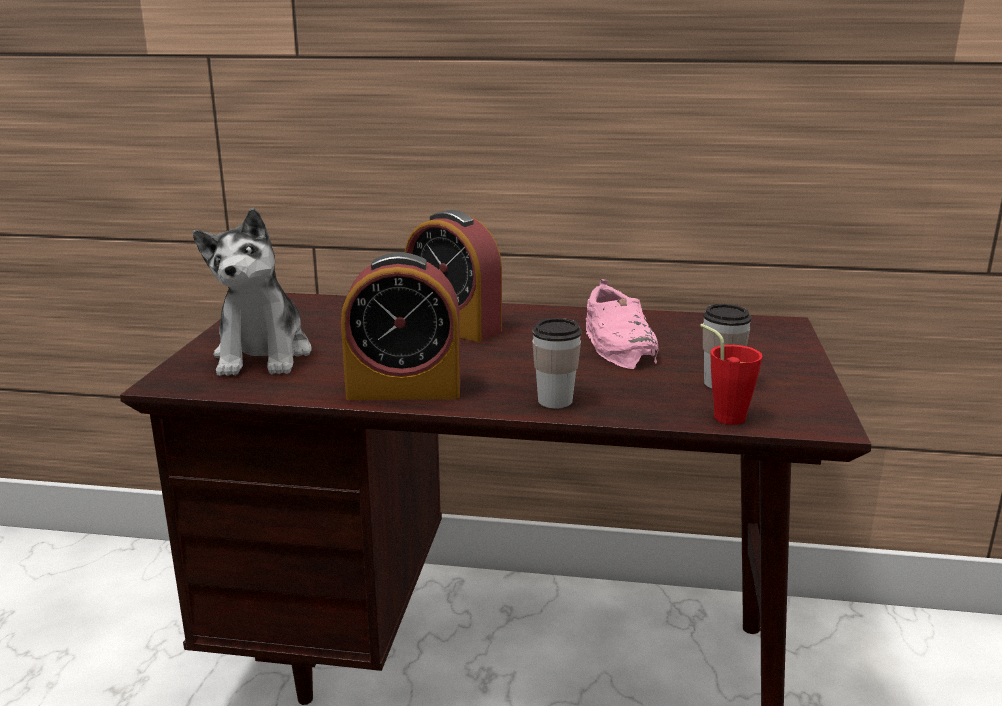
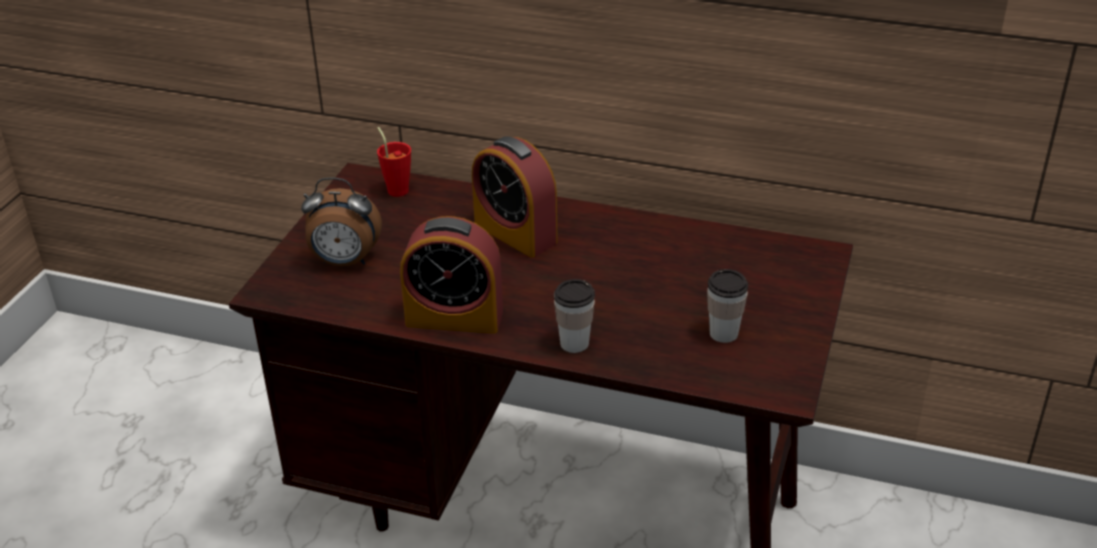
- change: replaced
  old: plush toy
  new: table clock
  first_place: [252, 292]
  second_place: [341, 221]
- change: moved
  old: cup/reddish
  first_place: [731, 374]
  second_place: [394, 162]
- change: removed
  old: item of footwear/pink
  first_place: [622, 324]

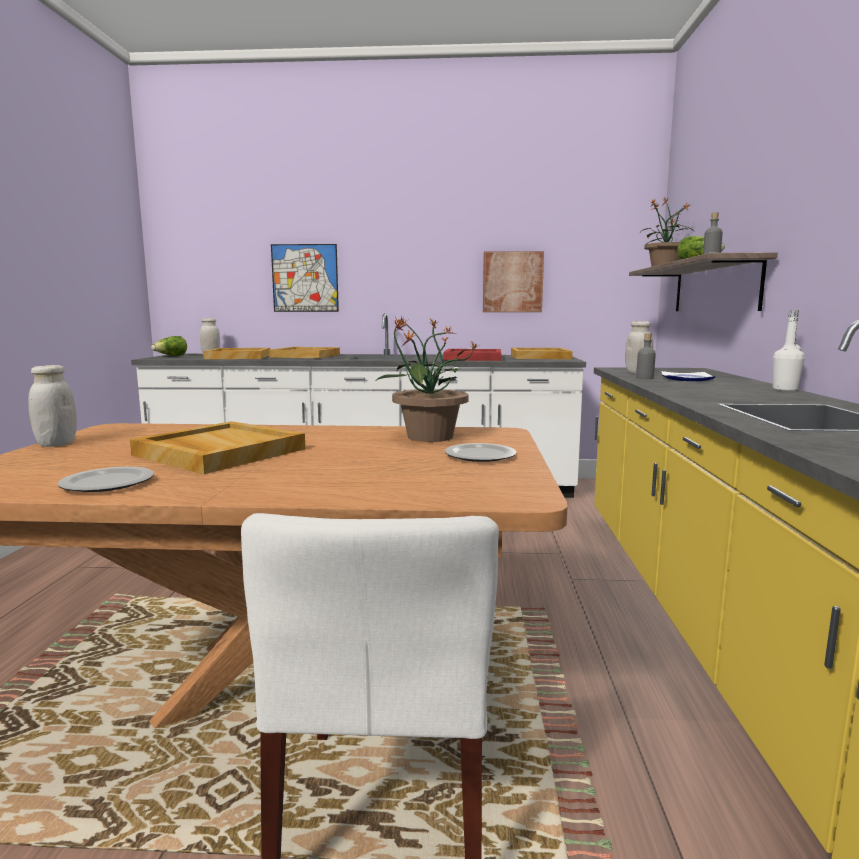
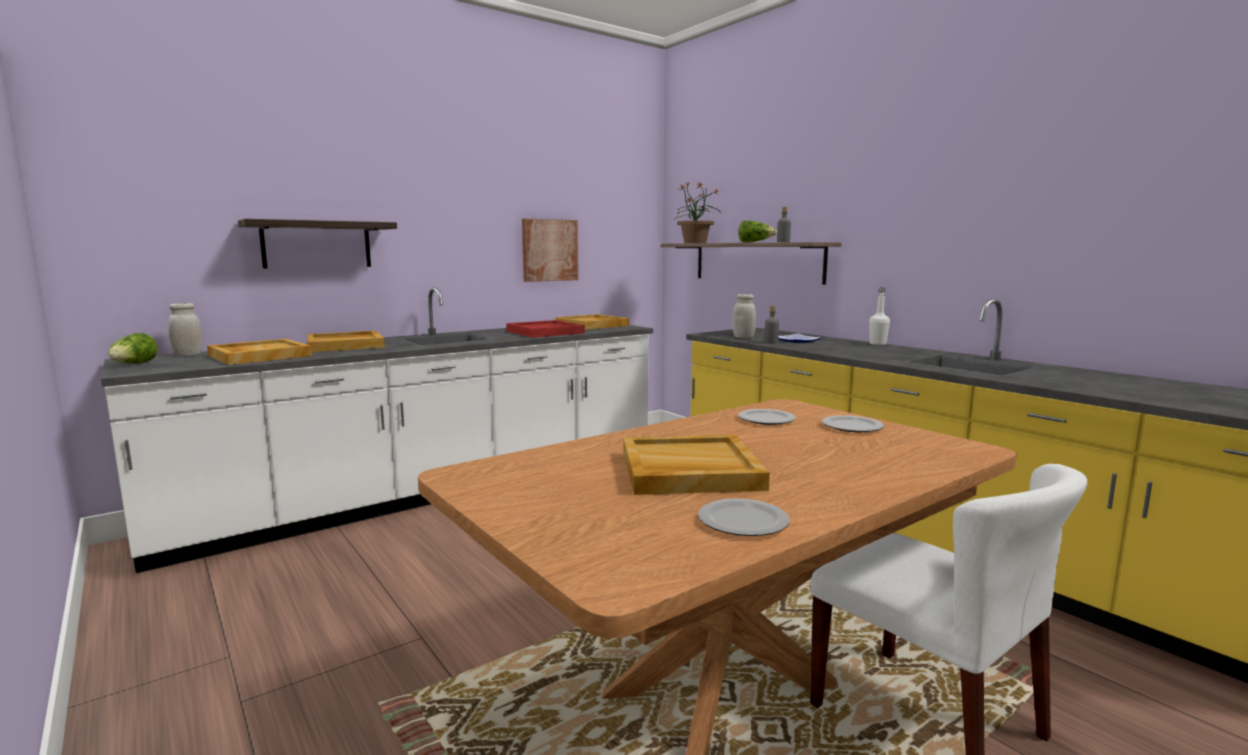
- change: replaced
  old: wall picture
  new: shelf
  first_place: [305, 278]
  second_place: [317, 243]
- change: replaced
  old: plant in a pot
  new: plate
  first_place: [426, 379]
  second_place: [767, 417]
- change: removed
  old: jar/whitish
  first_place: [52, 406]

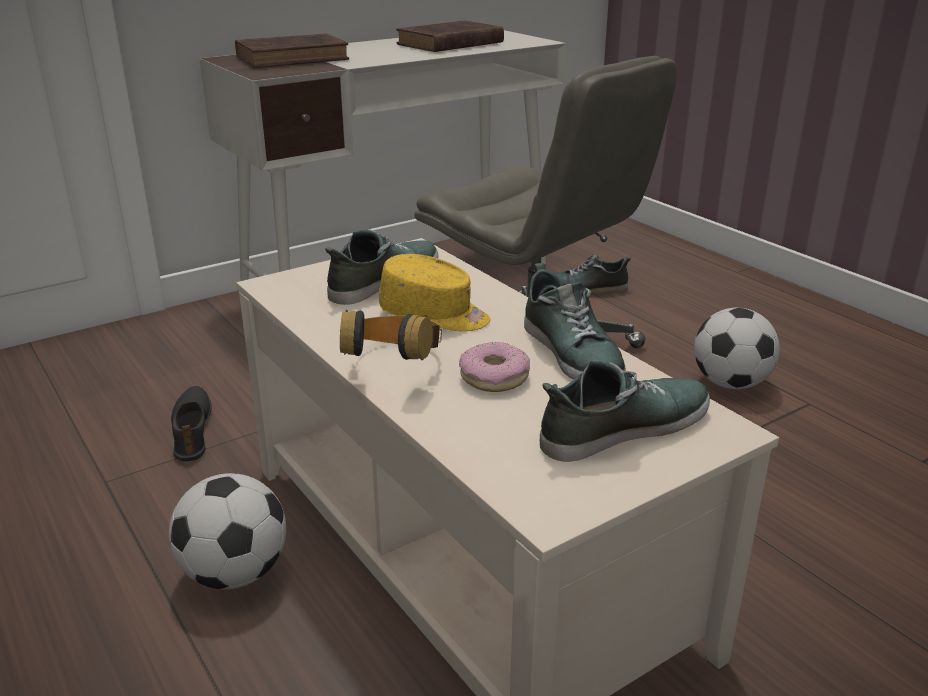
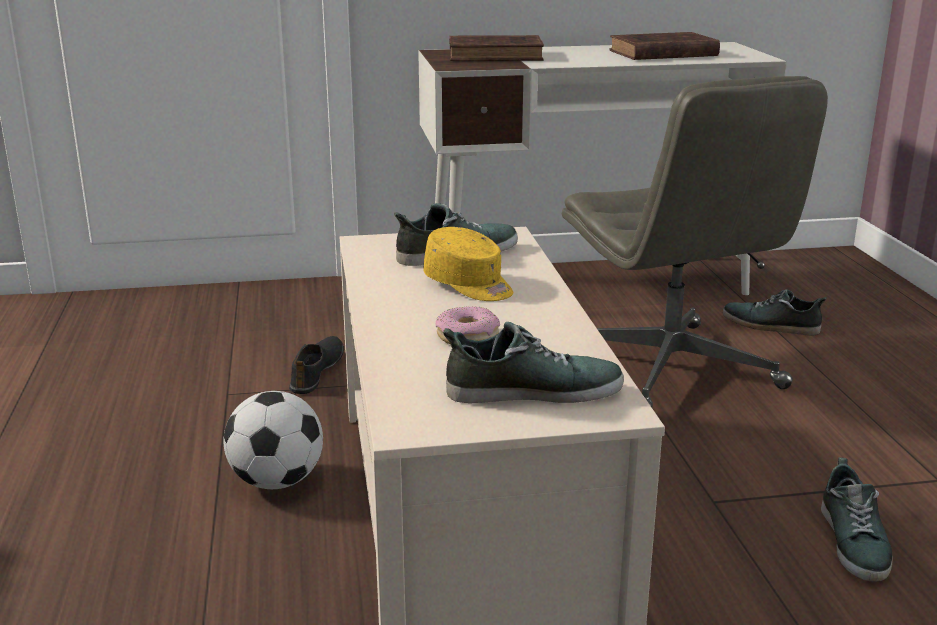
- change: moved
  old: item of footwear
  first_place: [575, 321]
  second_place: [857, 519]
- change: removed
  old: headphones
  first_place: [391, 335]
- change: removed
  old: ball for football
  first_place: [737, 348]

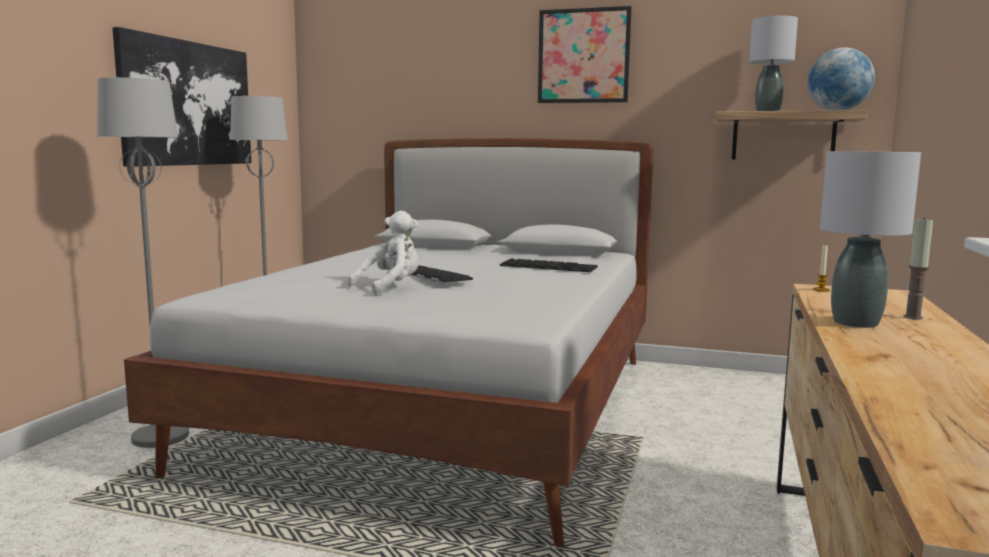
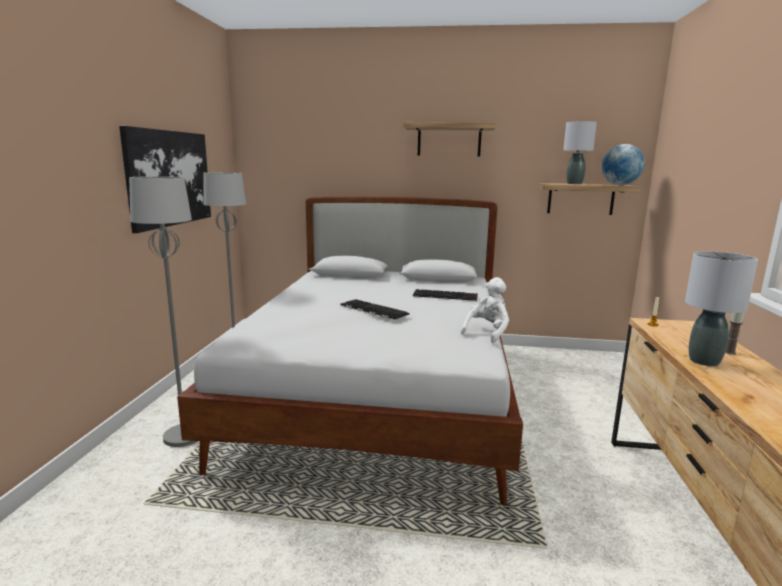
- change: replaced
  old: wall picture
  new: shelf
  first_place: [585, 54]
  second_place: [450, 139]
- change: moved
  old: plush toy/whitish
  first_place: [383, 253]
  second_place: [485, 310]

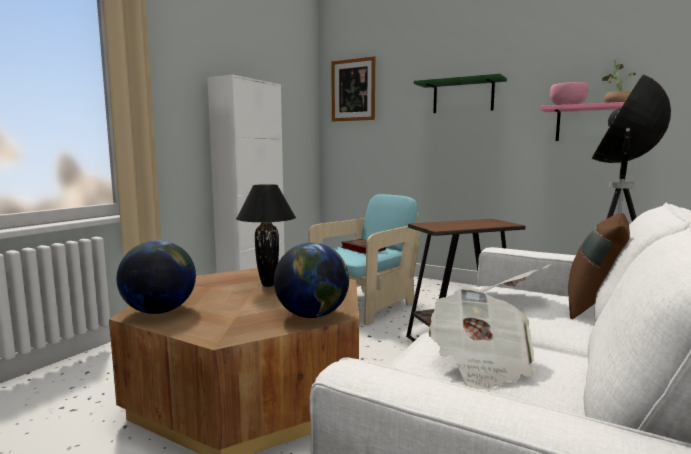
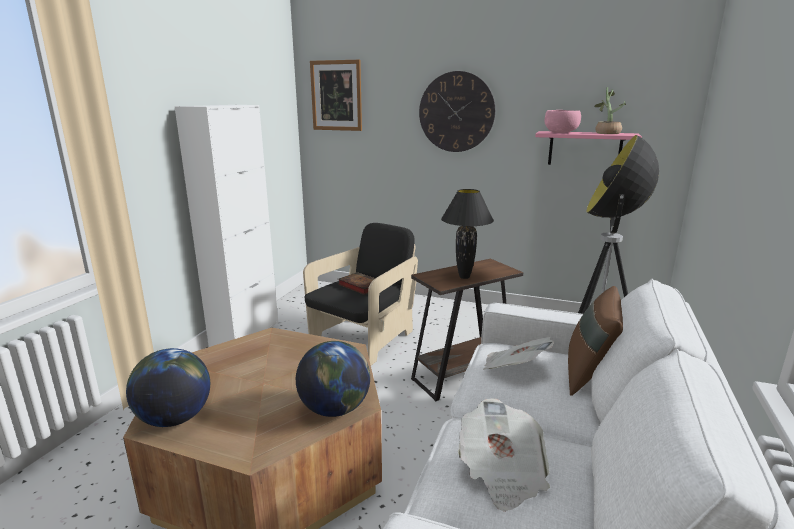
- change: recoloured
  old: easy chair/turquoise-coloured
  new: easy chair/black
  first_place: [364, 259]
  second_place: [360, 294]
- change: replaced
  old: shelf/green
  new: hanging clock
  first_place: [460, 93]
  second_place: [457, 111]
- change: moved
  old: table lamp/black
  first_place: [266, 235]
  second_place: [467, 234]

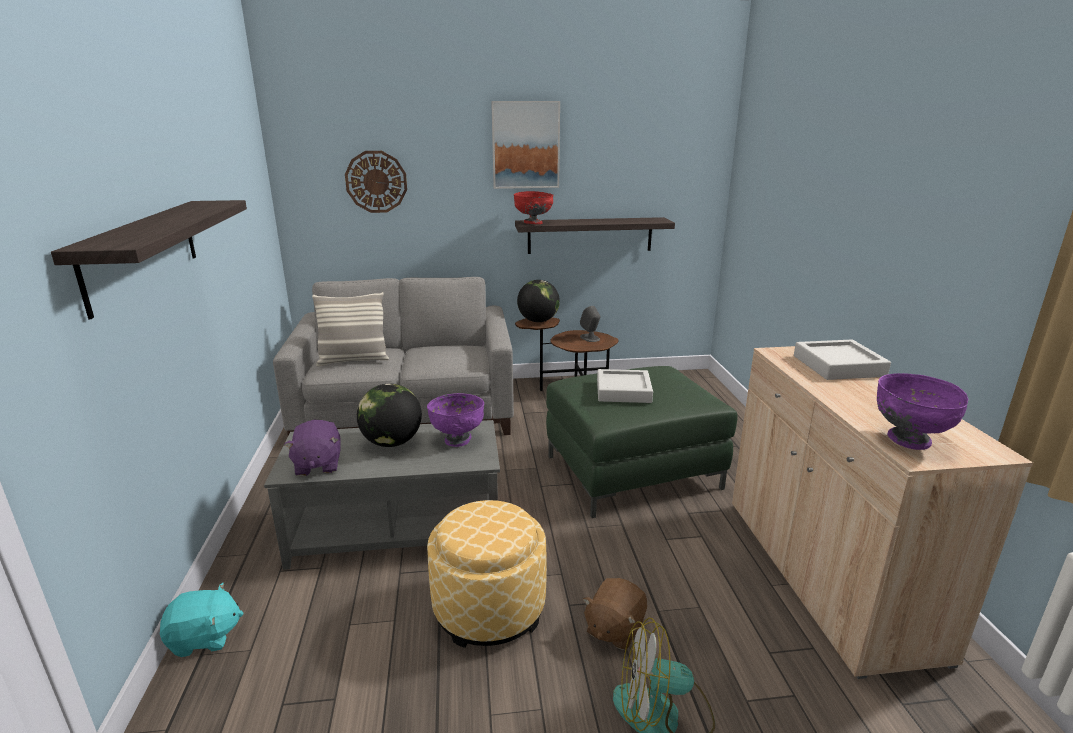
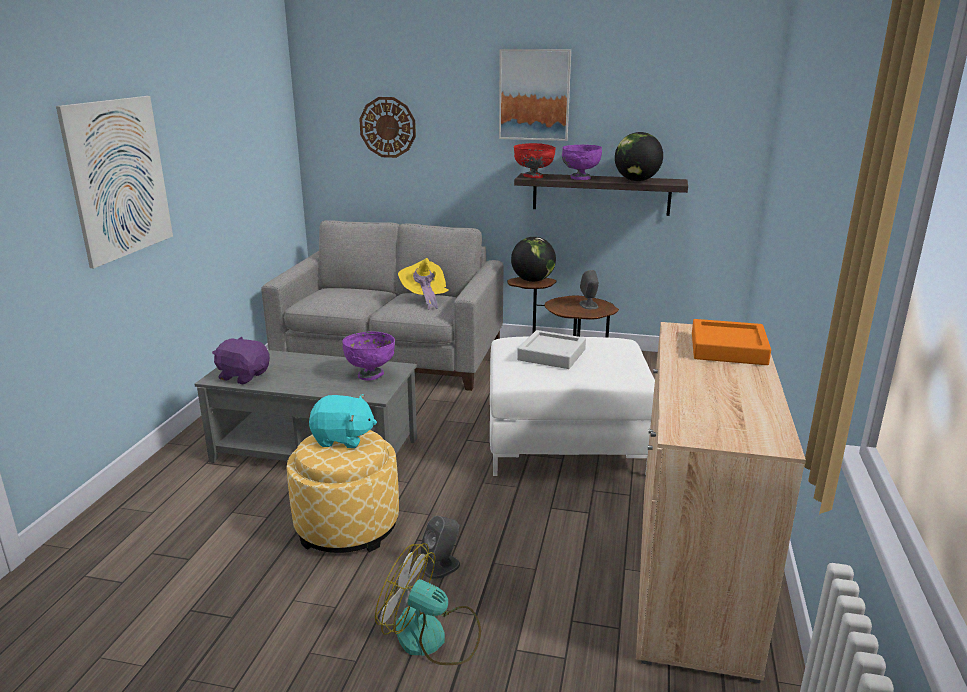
- change: replaced
  old: shelf
  new: wall picture
  first_place: [149, 259]
  second_place: [114, 182]
- change: turned
  old: plush toy/purple
  first_place: [312, 448]
  second_place: [241, 360]
  degrees: 105
- change: moved
  old: plush toy/turquoise-coloured
  first_place: [202, 620]
  second_place: [343, 421]
- change: added
  new: wearable hat/yellow
  second_place: [423, 284]
- change: replaced
  old: plush toy/brown
  new: audio speaker/grey
  first_place: [615, 614]
  second_place: [440, 547]
- change: recoloured
  old: pouffe/green
  new: pouffe/whitish
  first_place: [642, 442]
  second_place: [572, 406]
- change: moved
  old: deep dish/purple
  first_place: [922, 411]
  second_place: [582, 162]
- change: moved
  old: world globe
  first_place: [389, 415]
  second_place: [639, 156]
- change: recoloured
  old: serving tray/grey
  new: serving tray/orange-coloured
  first_place: [842, 359]
  second_place: [731, 342]
- change: removed
  old: pillow
  first_place: [350, 329]

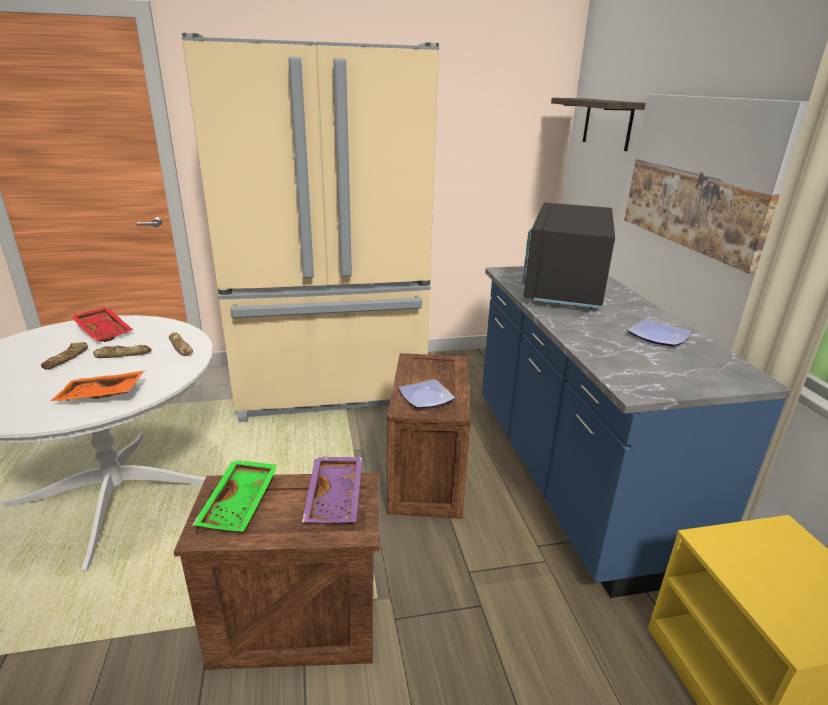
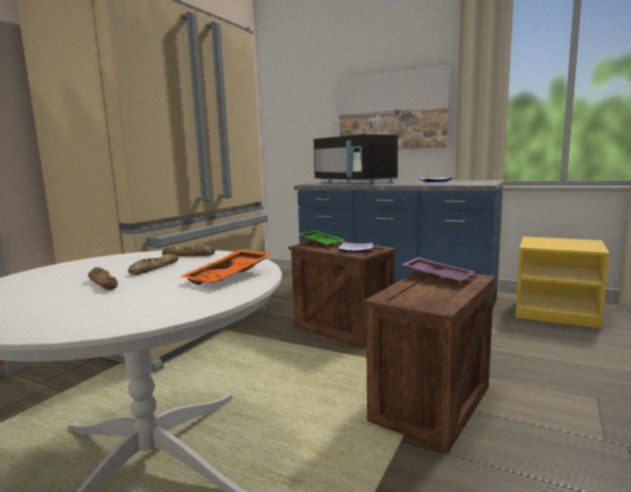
- change: moved
  old: serving tray/green
  first_place: [235, 496]
  second_place: [321, 238]
- change: removed
  old: serving tray/reddish
  first_place: [101, 324]
- change: removed
  old: shelf
  first_place: [598, 124]

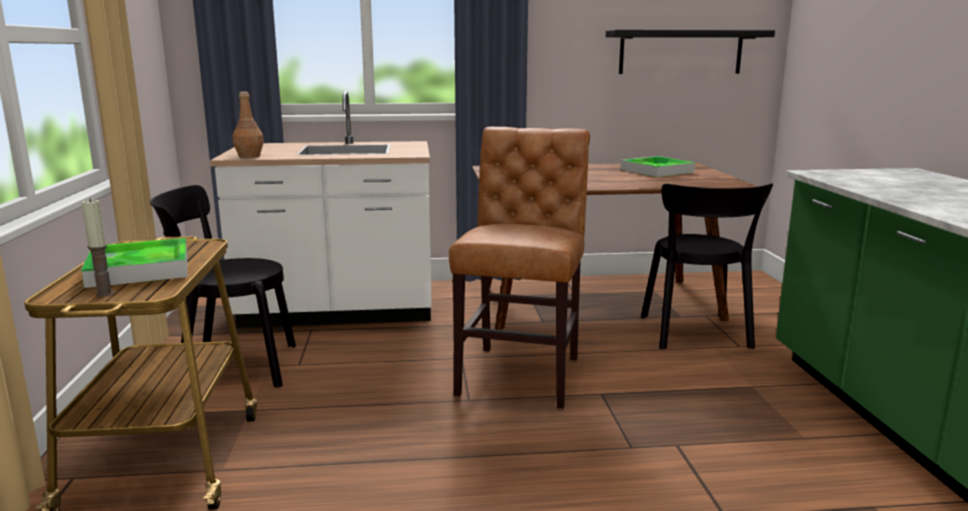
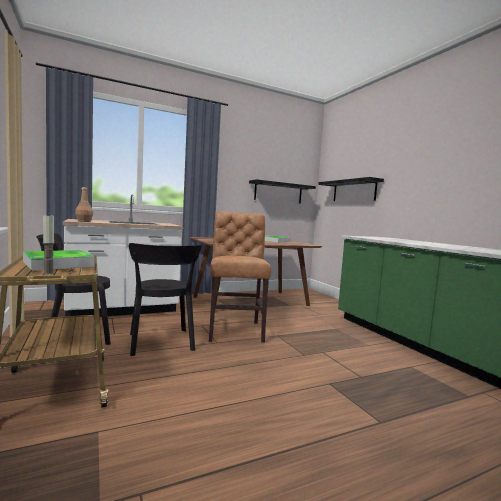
- change: moved
  old: plain chair/black
  first_place: [707, 266]
  second_place: [165, 299]
- change: added
  new: shelf/black
  second_place: [351, 189]

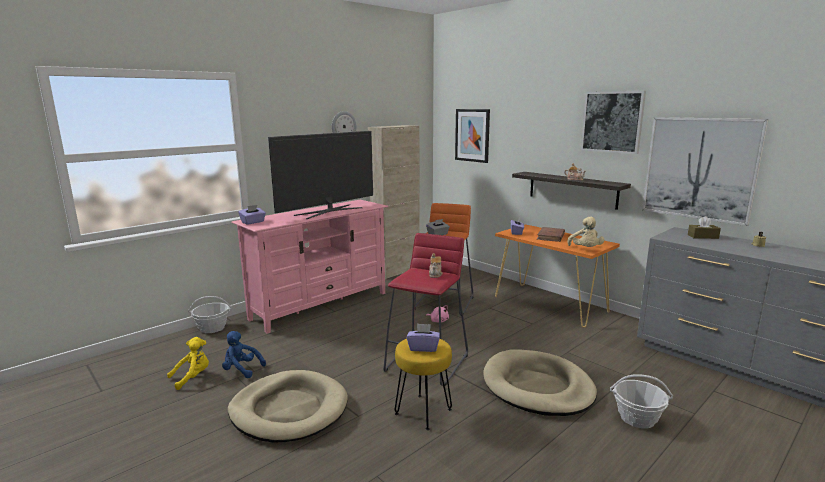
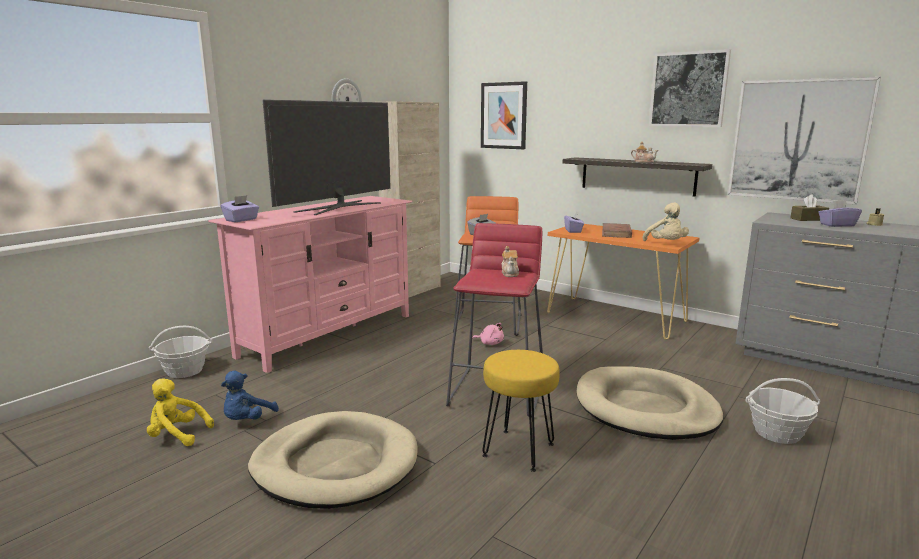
- change: turned
  old: plush toy/yellow
  first_place: [188, 363]
  second_place: [180, 412]
  degrees: -120
- change: turned
  old: plush toy/blue-coloured
  first_place: [244, 354]
  second_place: [250, 395]
  degrees: -75
- change: moved
  old: box of tissues/purple
  first_place: [423, 338]
  second_place: [840, 213]

